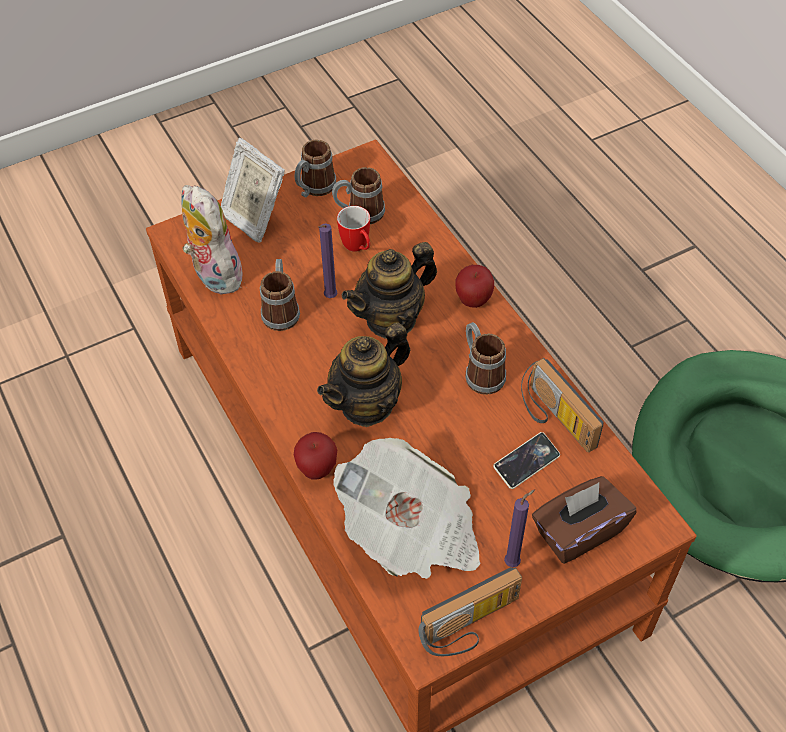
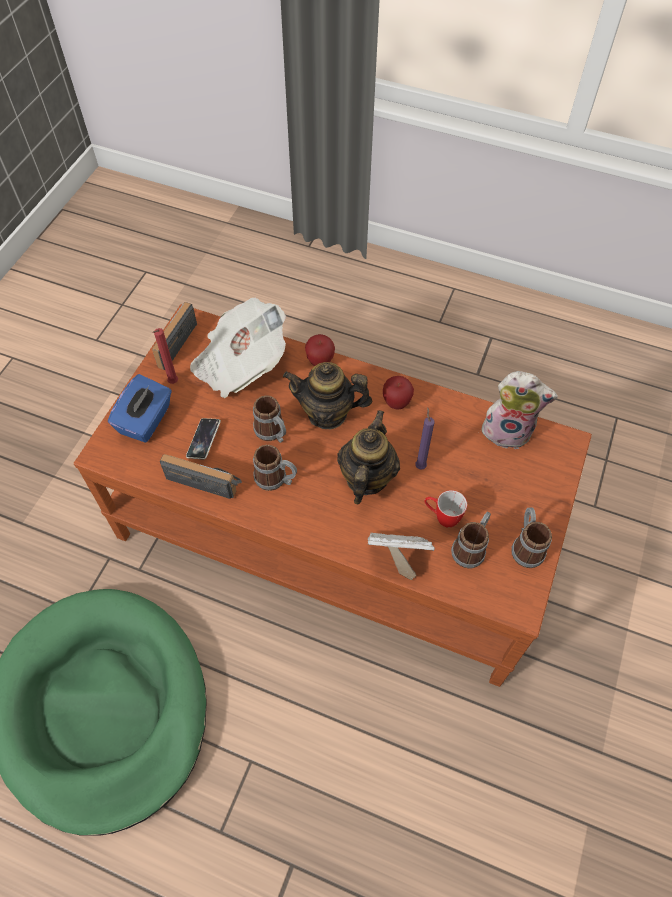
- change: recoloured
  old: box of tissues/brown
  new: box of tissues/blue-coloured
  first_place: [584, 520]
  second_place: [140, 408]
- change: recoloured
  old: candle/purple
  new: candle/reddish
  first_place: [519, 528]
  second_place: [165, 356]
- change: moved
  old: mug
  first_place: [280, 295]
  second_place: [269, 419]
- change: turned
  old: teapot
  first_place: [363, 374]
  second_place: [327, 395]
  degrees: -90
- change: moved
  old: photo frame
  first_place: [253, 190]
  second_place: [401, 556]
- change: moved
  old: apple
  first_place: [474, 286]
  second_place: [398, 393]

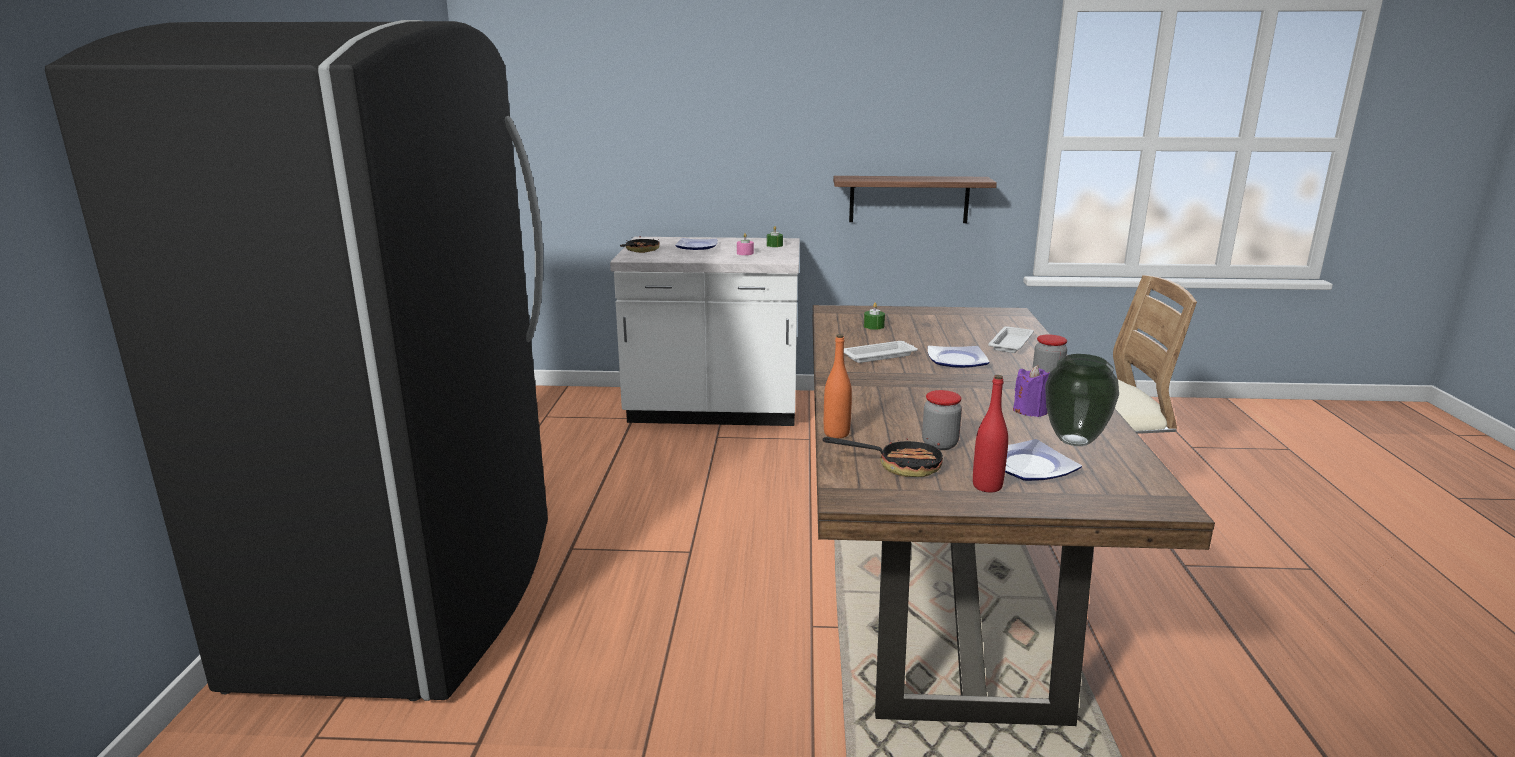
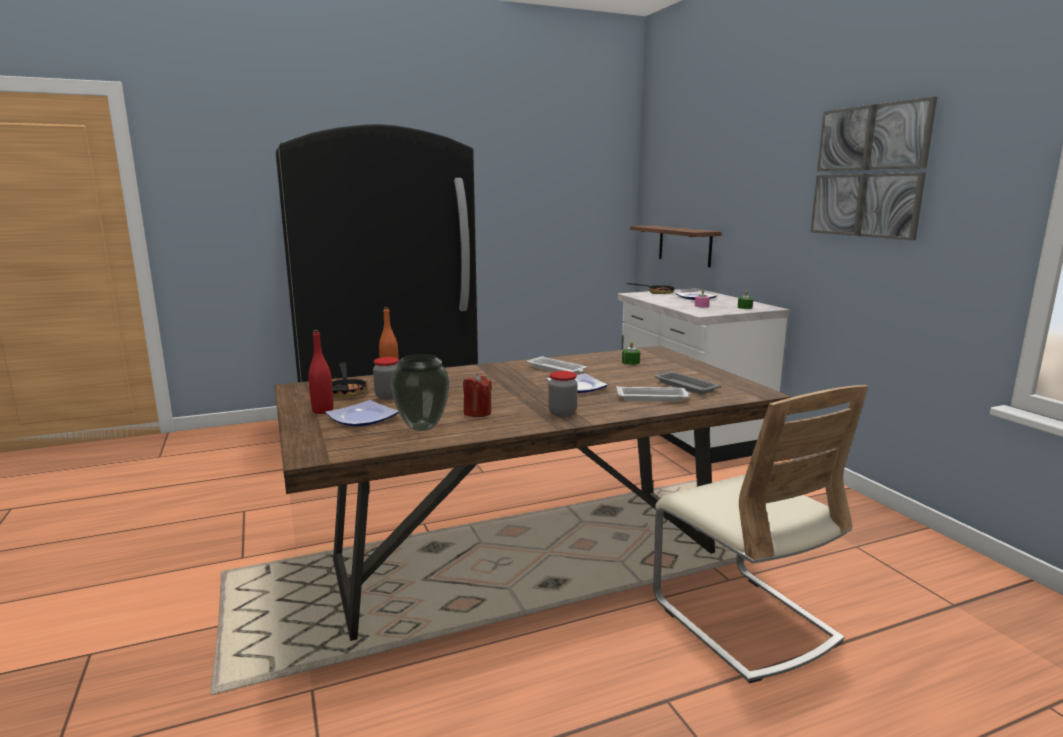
- change: recoloured
  old: candle/purple
  new: candle/reddish
  first_place: [1031, 391]
  second_place: [477, 395]
- change: moved
  old: shelf
  first_place: [915, 199]
  second_place: [676, 246]
- change: added
  new: serving tray/grey
  second_place: [687, 383]
- change: added
  new: wall picture
  second_place: [874, 168]

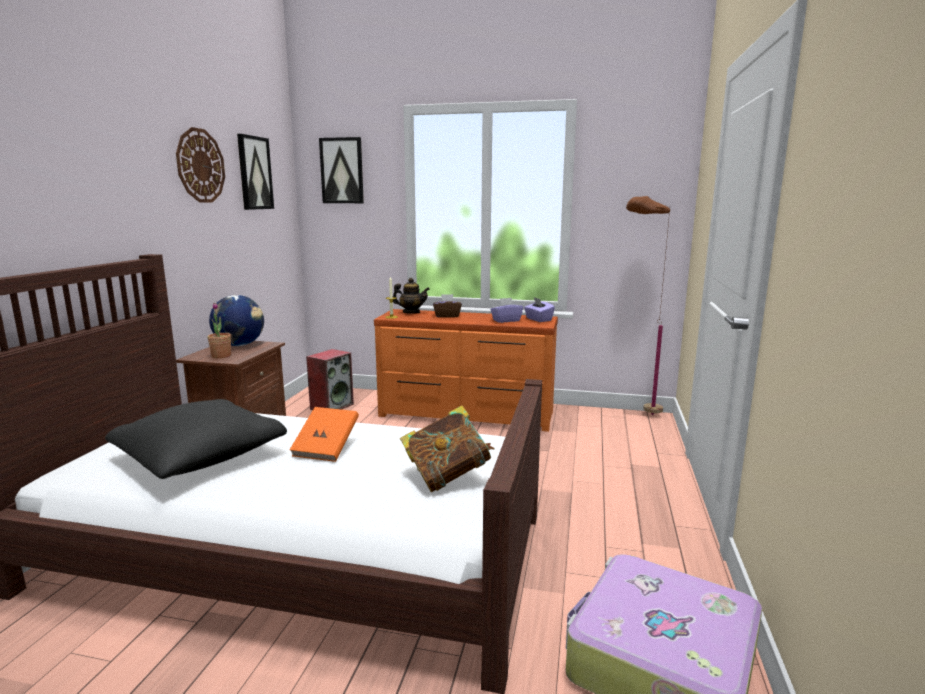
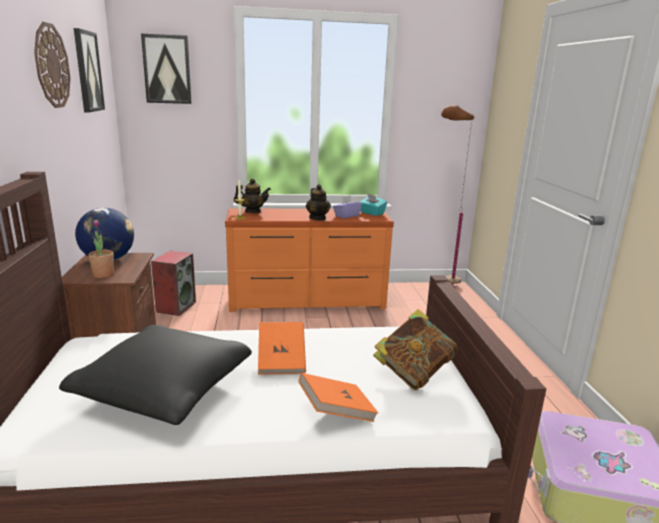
- change: added
  new: book/orange-coloured
  second_place: [338, 397]
- change: added
  new: teapot
  second_place: [318, 202]
- change: recoloured
  old: box of tissues/purple
  new: box of tissues/turquoise-coloured
  first_place: [539, 309]
  second_place: [373, 205]
- change: removed
  old: box of tissues/brown
  first_place: [447, 306]

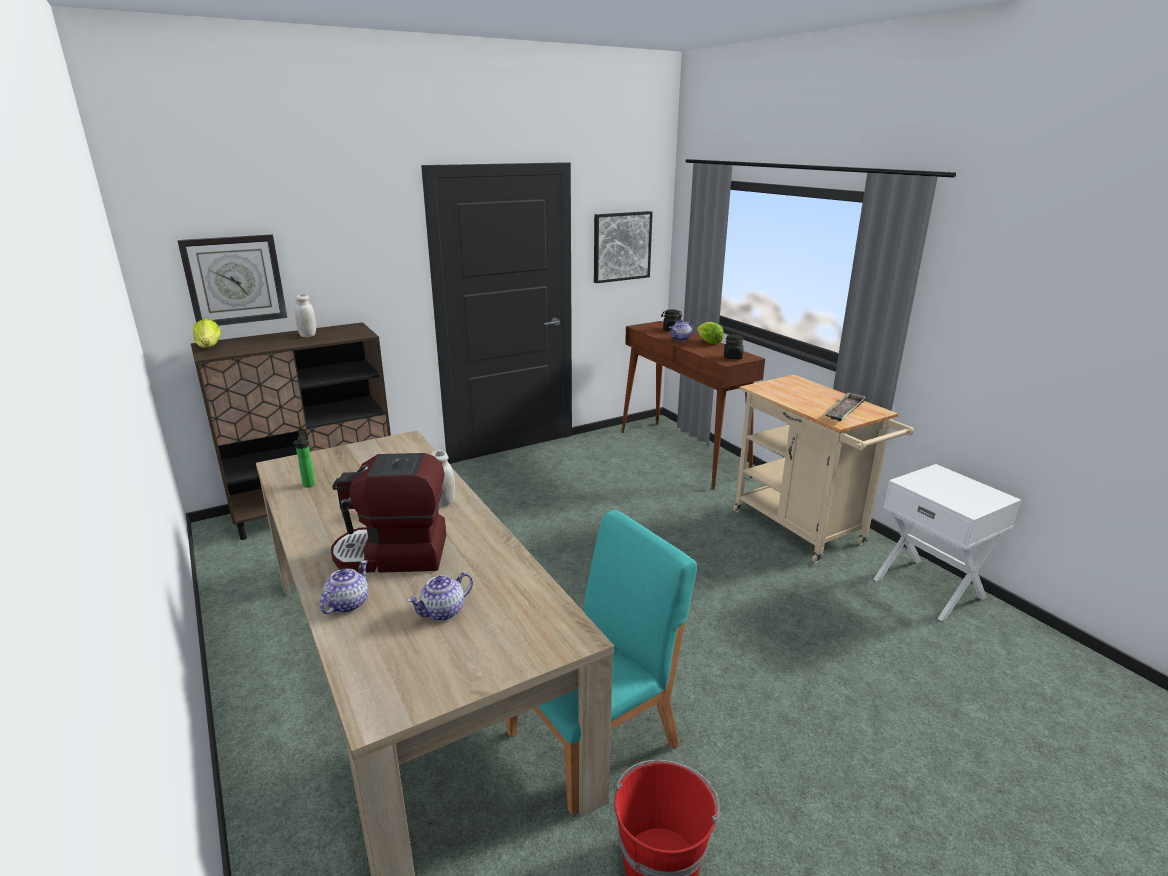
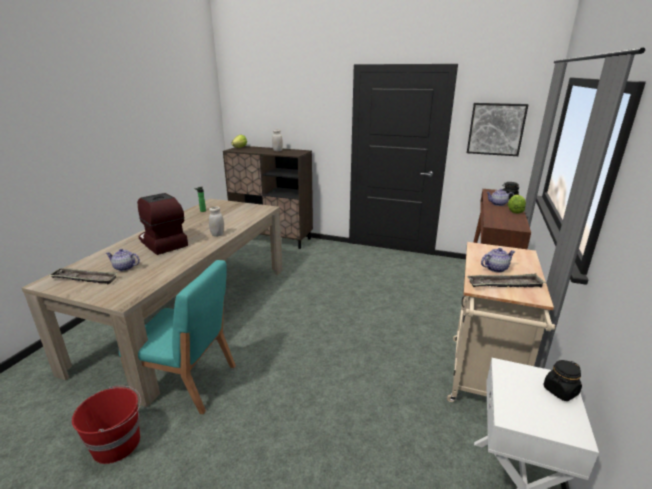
- change: added
  new: serving tray
  second_place: [83, 276]
- change: moved
  old: teapot
  first_place: [344, 587]
  second_place: [498, 260]
- change: moved
  old: jar/black
  first_place: [734, 346]
  second_place: [562, 380]
- change: removed
  old: hanging clock
  first_place: [232, 280]

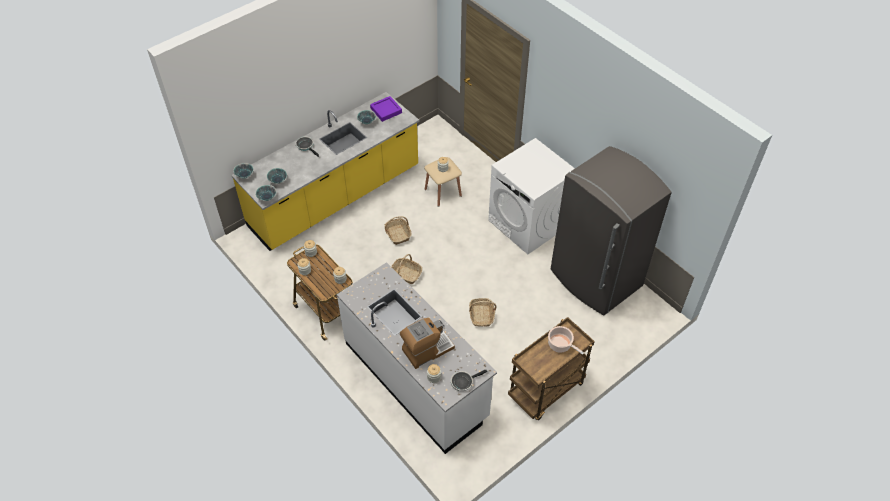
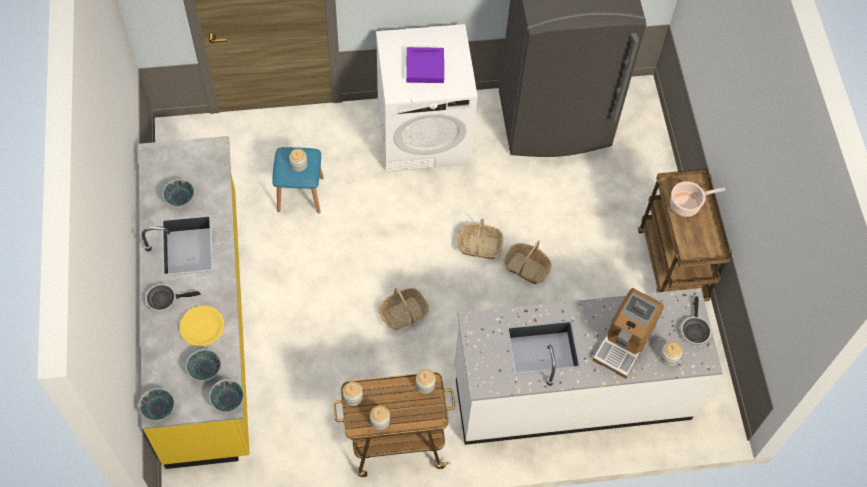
- change: added
  new: plate/yellow
  second_place: [201, 325]
- change: recoloured
  old: stool seat/sand-coloured
  new: stool seat/blue-coloured
  first_place: [443, 182]
  second_place: [298, 180]
- change: moved
  old: serving tray/purple
  first_place: [386, 109]
  second_place: [425, 65]
- change: moved
  old: basket
  first_place: [398, 230]
  second_place: [480, 239]
- change: turned
  old: coffee maker
  first_place: [427, 343]
  second_place: [628, 333]
  degrees: -150

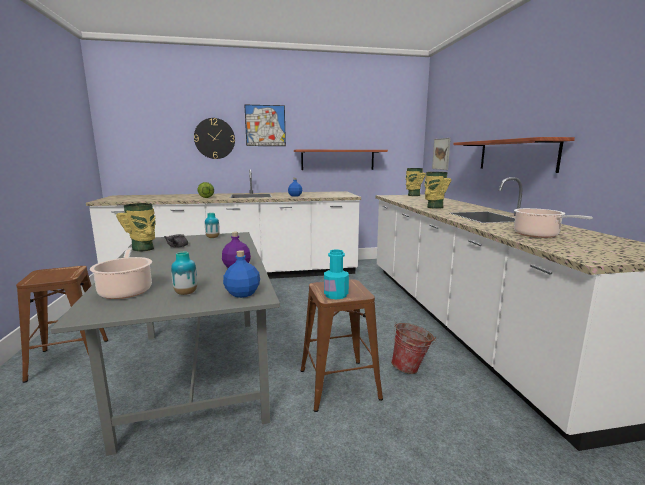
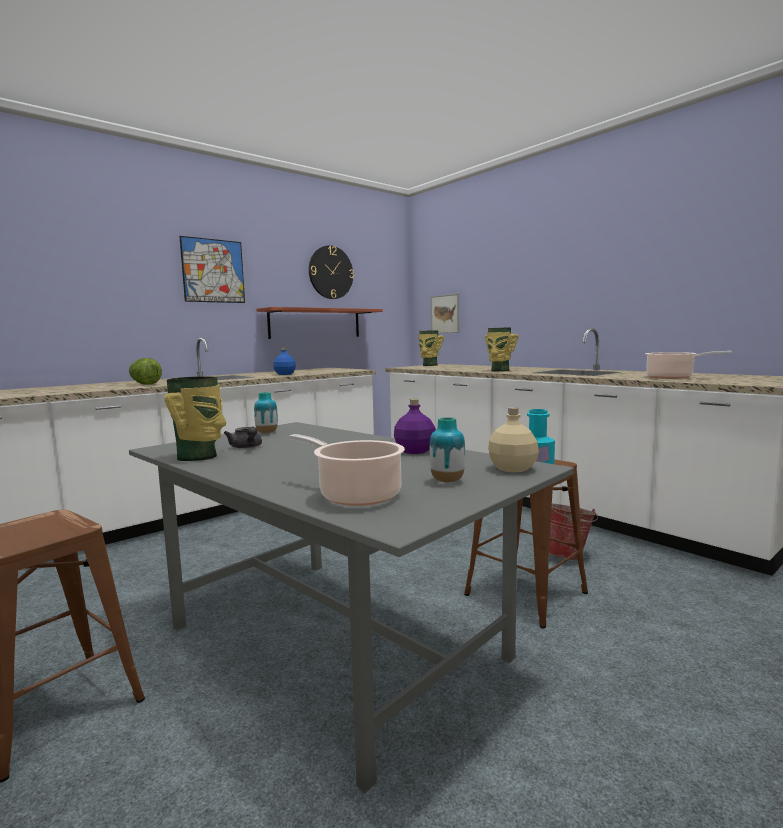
- change: moved
  old: hanging clock
  first_place: [214, 138]
  second_place: [331, 272]
- change: recoloured
  old: beverage bottle/blue-coloured
  new: beverage bottle/sand-coloured
  first_place: [241, 274]
  second_place: [513, 439]
- change: removed
  old: shelf
  first_place: [514, 155]

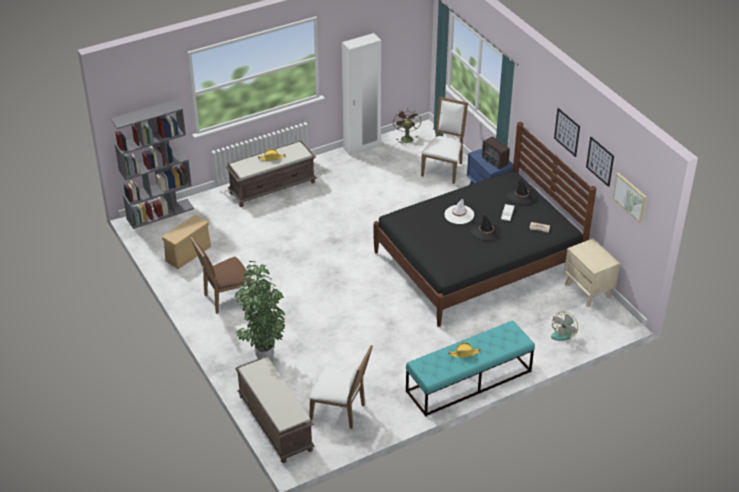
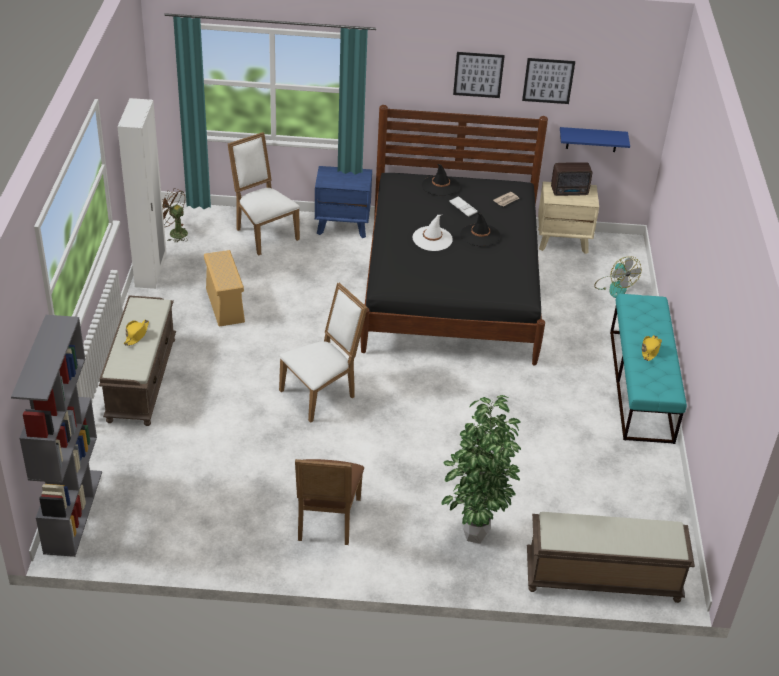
- change: moved
  old: storage box/sand-coloured
  first_place: [186, 241]
  second_place: [224, 288]
- change: moved
  old: plain chair/whitish
  first_place: [341, 387]
  second_place: [323, 353]
- change: moved
  old: radio
  first_place: [496, 152]
  second_place: [571, 179]
- change: added
  new: shelf/blue-coloured
  second_place: [595, 139]
- change: removed
  old: wall picture
  first_place: [629, 198]

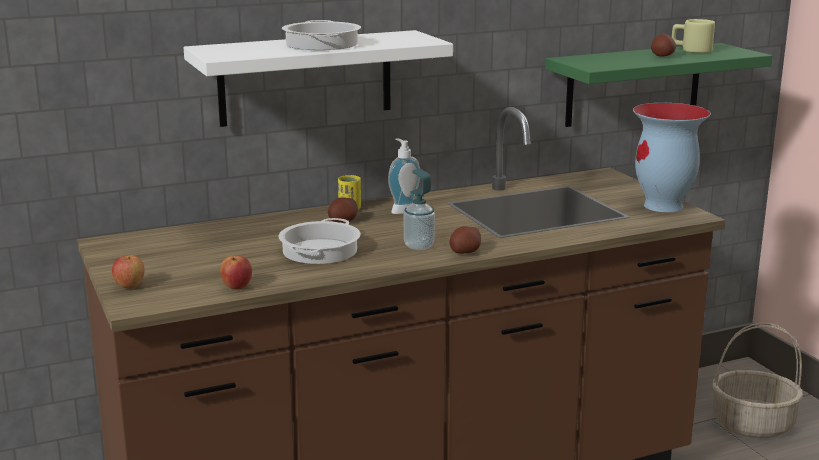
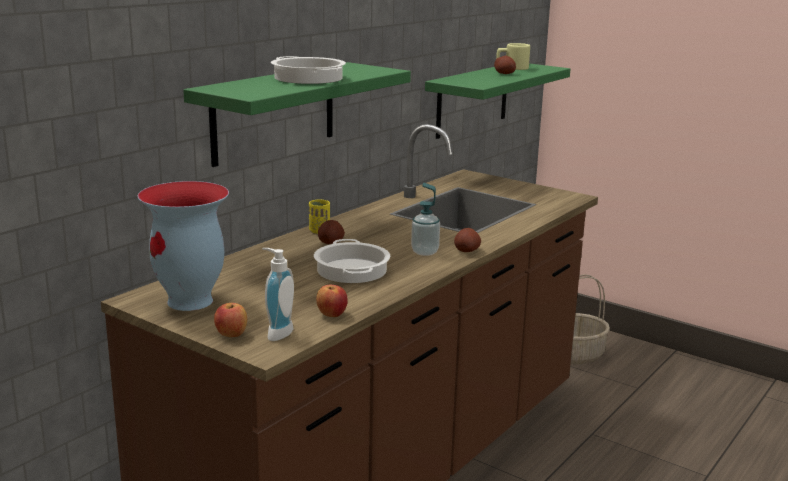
- change: moved
  old: decorative vase
  first_place: [672, 157]
  second_place: [183, 246]
- change: recoloured
  old: shelf/whitish
  new: shelf/green
  first_place: [318, 78]
  second_place: [297, 114]
- change: moved
  old: liquid soap bottle
  first_place: [404, 176]
  second_place: [278, 294]

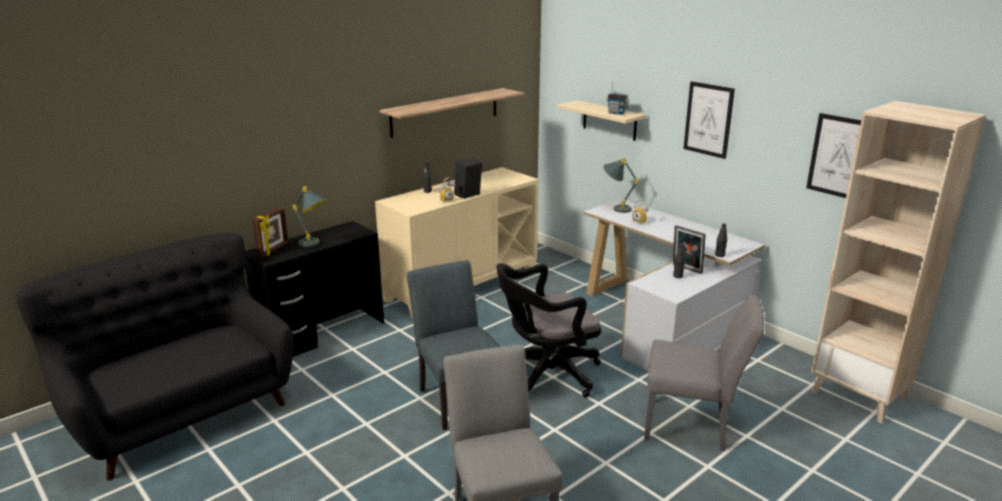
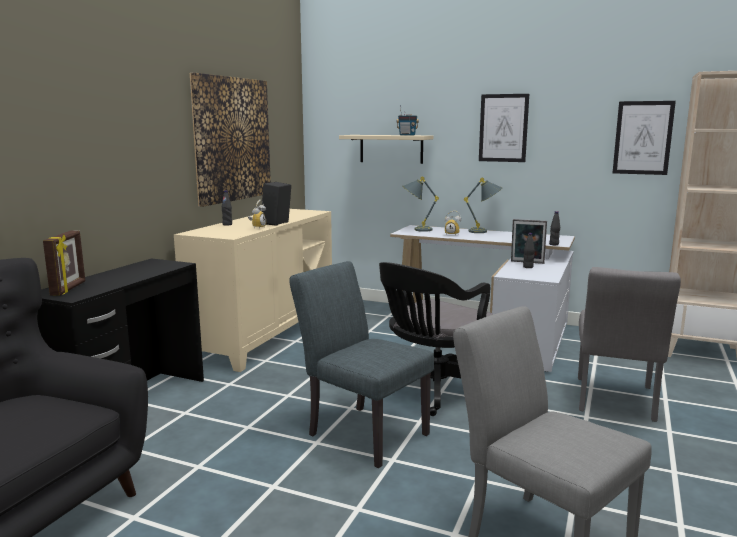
- change: replaced
  old: shelf
  new: wall picture
  first_place: [451, 113]
  second_place: [230, 140]
- change: moved
  old: table lamp/grey
  first_place: [309, 216]
  second_place: [483, 205]
- change: turned
  old: plain chair/grey
  first_place: [704, 372]
  second_place: [629, 344]
  degrees: 120

